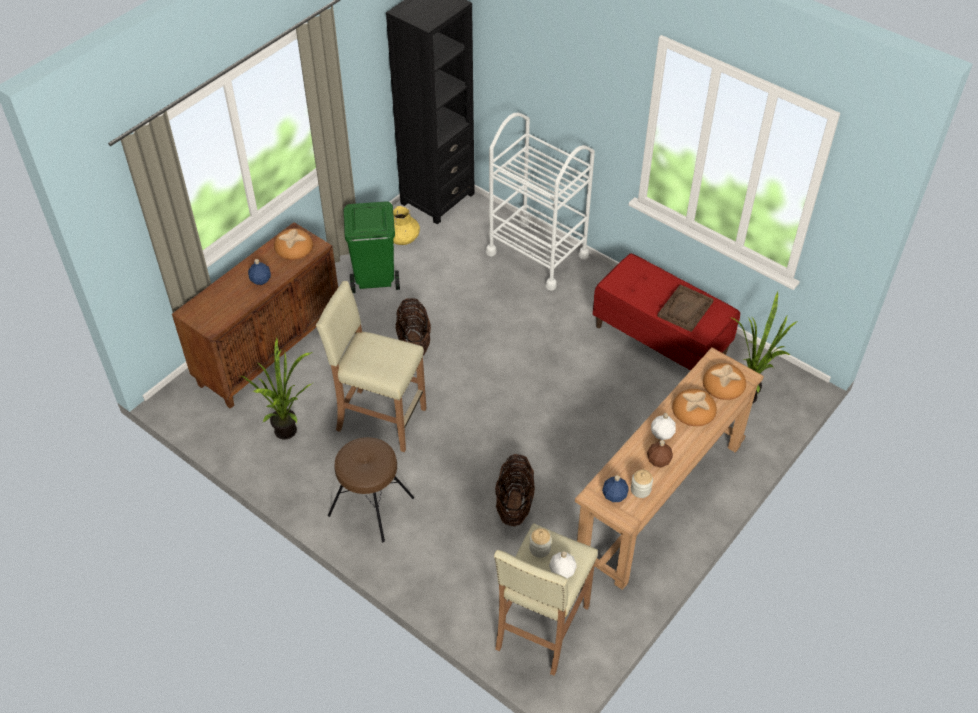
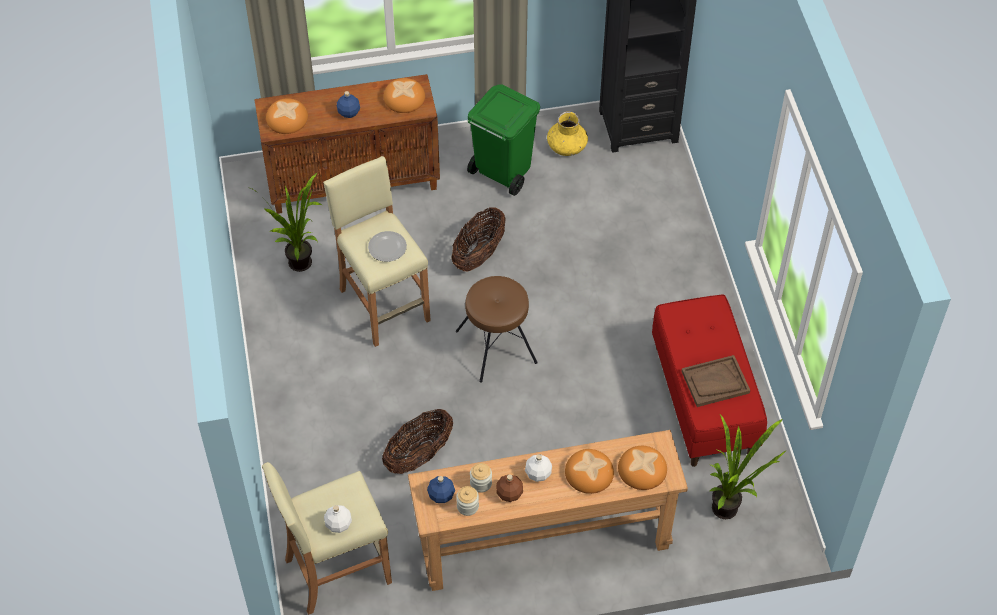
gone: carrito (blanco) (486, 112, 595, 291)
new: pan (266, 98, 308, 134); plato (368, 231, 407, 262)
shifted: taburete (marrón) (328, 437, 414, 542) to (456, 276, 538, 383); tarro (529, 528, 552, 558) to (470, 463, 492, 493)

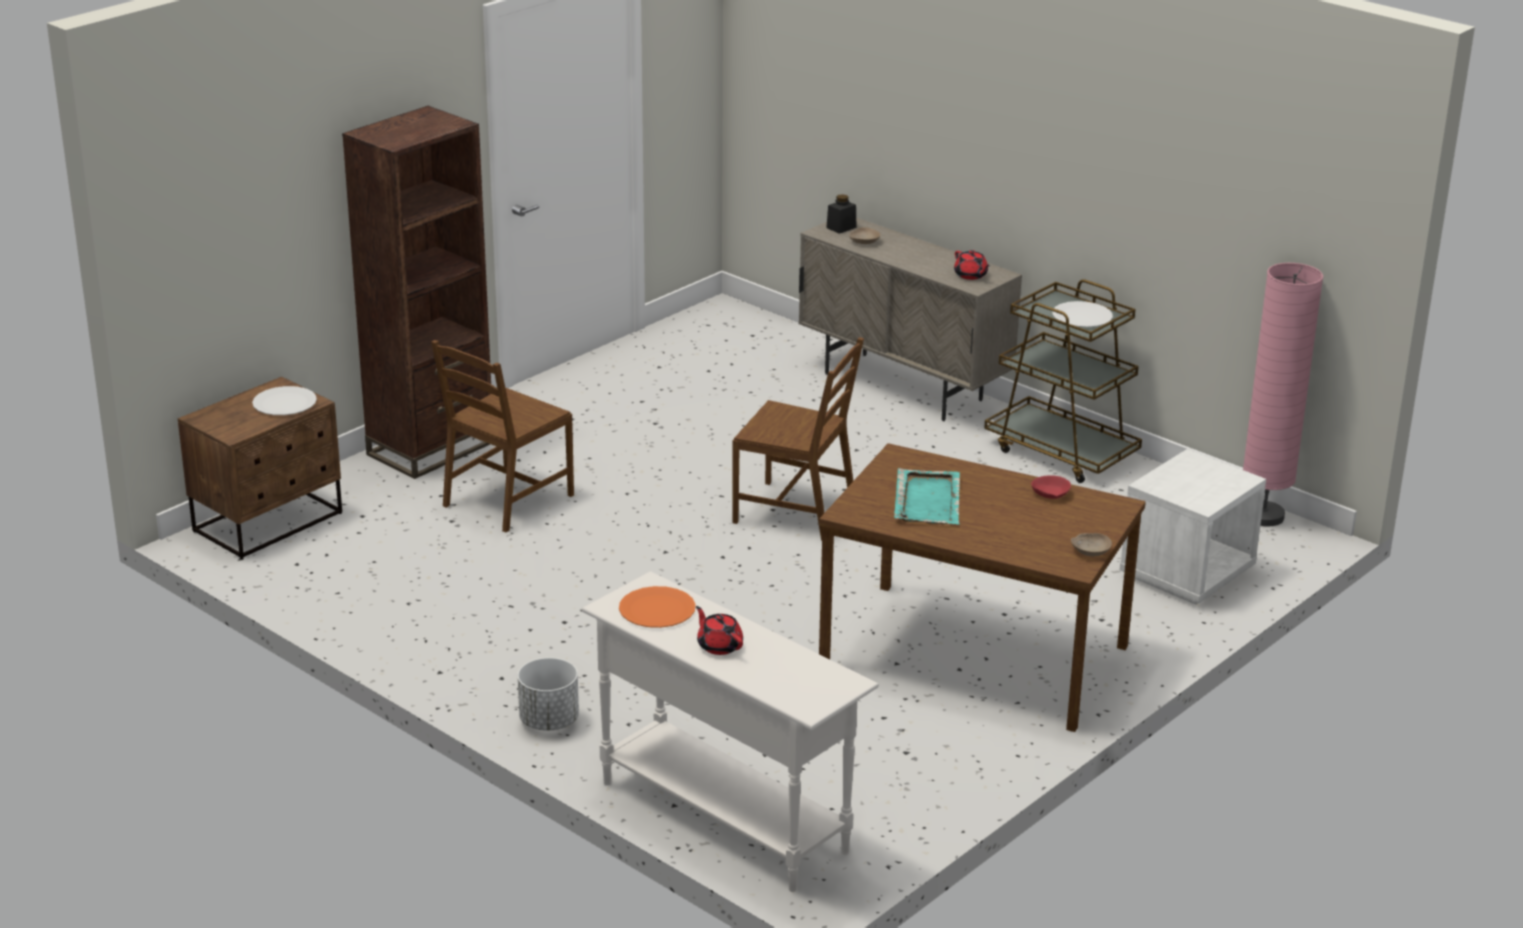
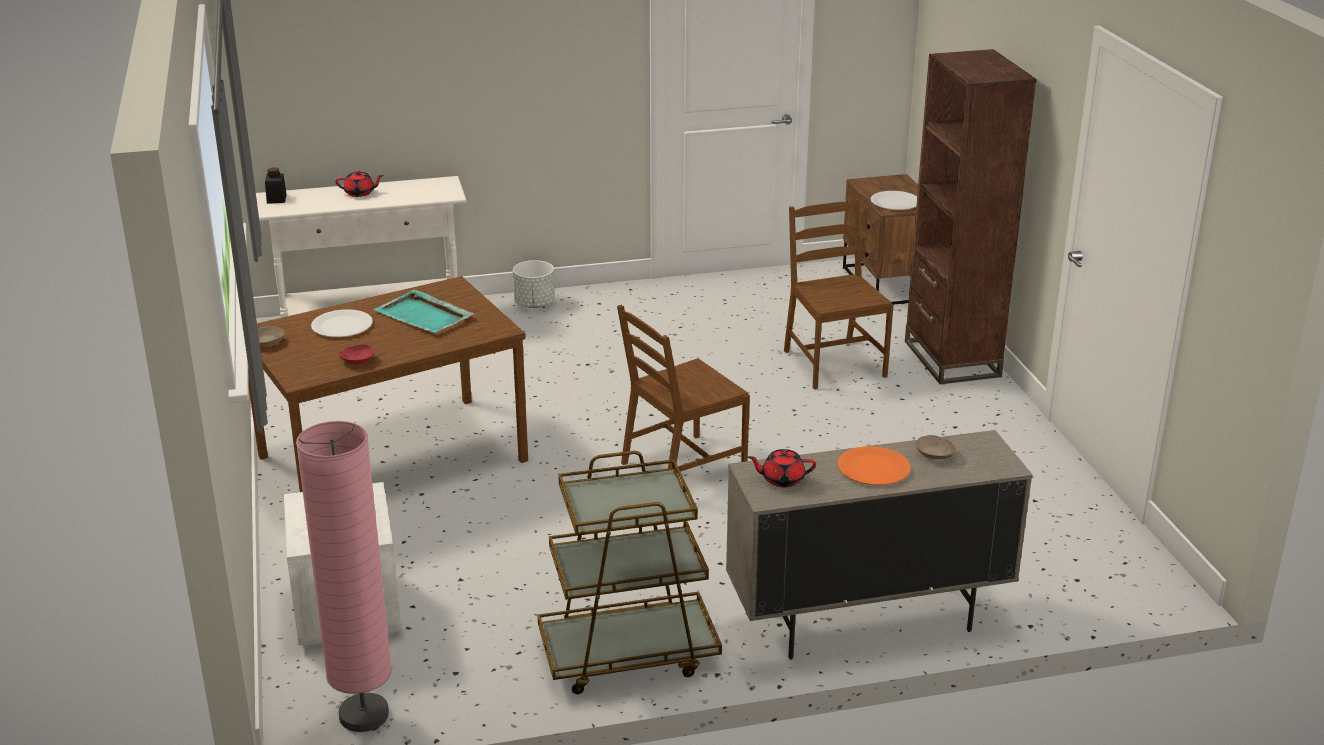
shifted: plato (naranja) (619, 586, 696, 628) to (837, 446, 911, 485); tarro (negro) (826, 194, 857, 234) to (265, 167, 287, 204); plato (blanco) (1052, 301, 1113, 327) to (311, 309, 373, 337)

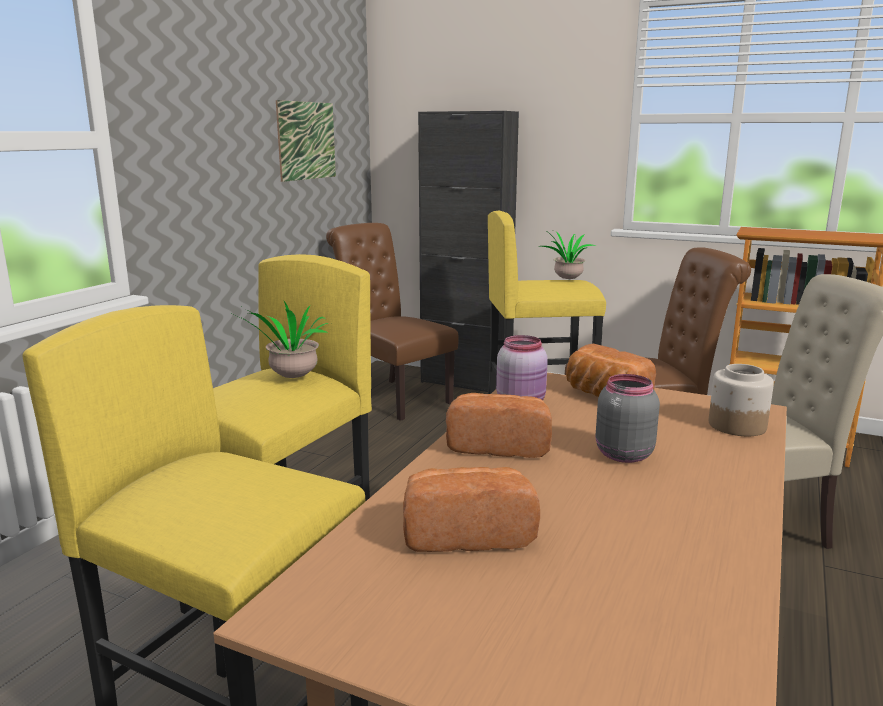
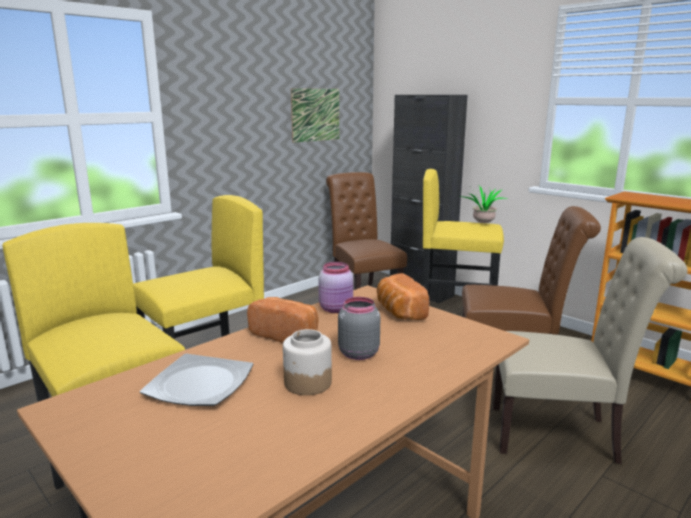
gone: planta en maceta (236, 301, 329, 378)
shifted: tarro (709, 364, 774, 436) to (283, 329, 332, 395)
swapped: pan (403, 467, 540, 552) to plato (140, 353, 253, 406)

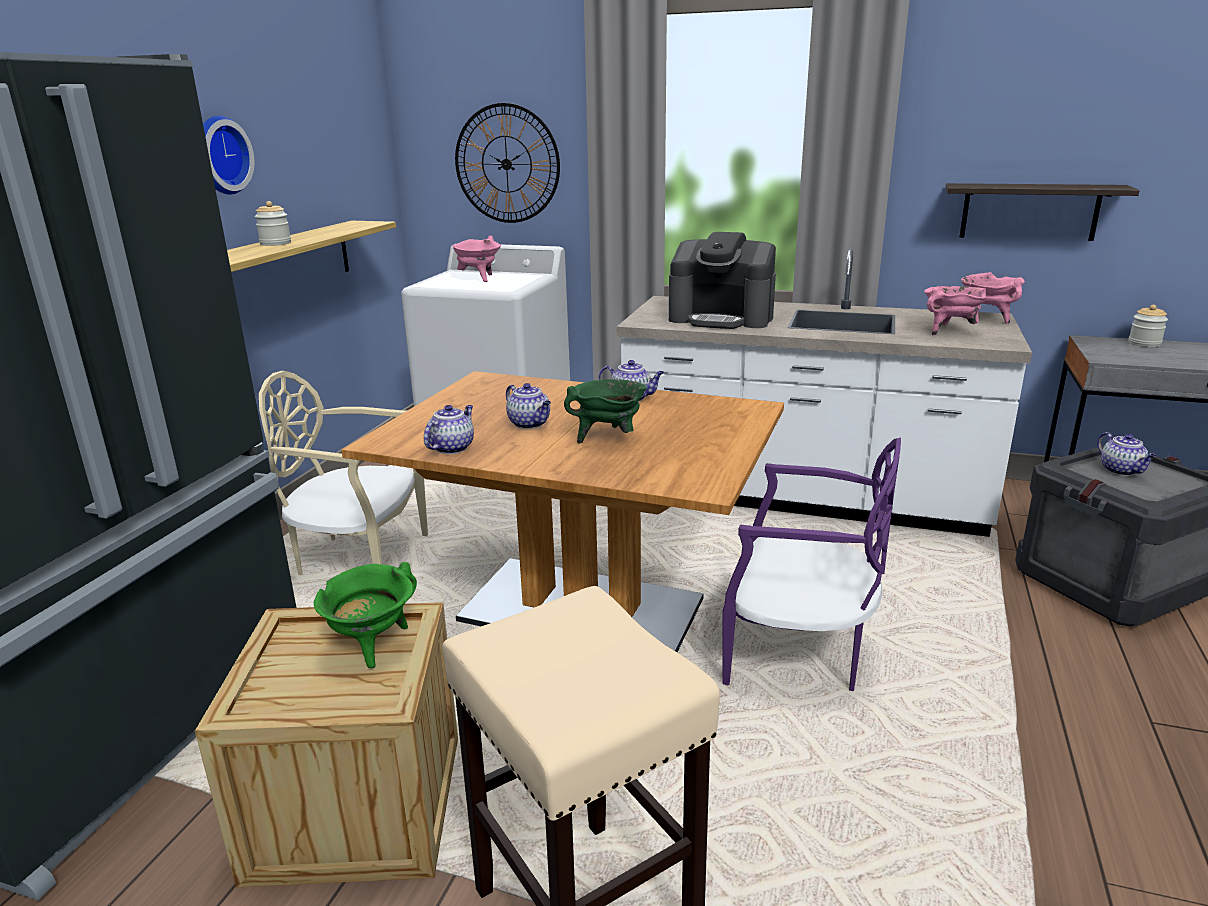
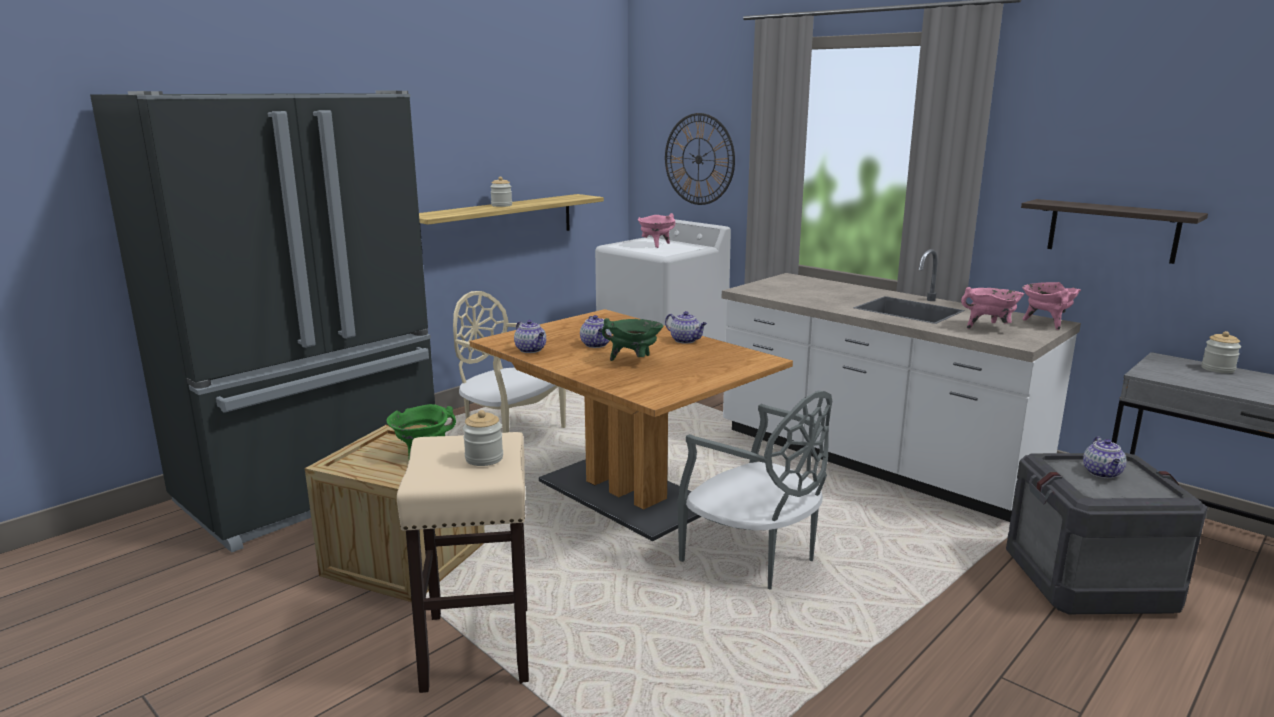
gone: reloj de pared (203, 116, 254, 195); cafetera (669, 232, 776, 329)
new: tarro (463, 410, 503, 466)
repainted: silla (morado) (722, 438, 901, 691) to silla (gris) (678, 391, 832, 590)
rotated: tetera (424, 405, 474, 454) = (514, 320, 546, 353) 90 degrees clockwise

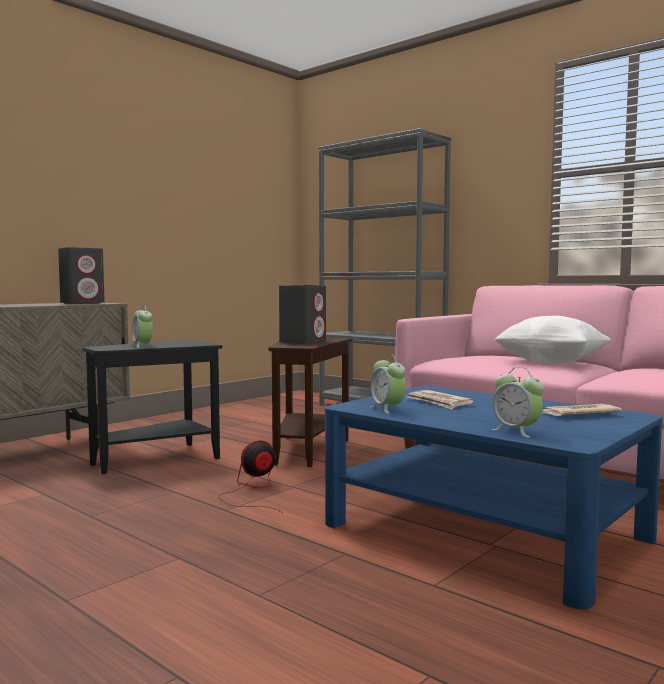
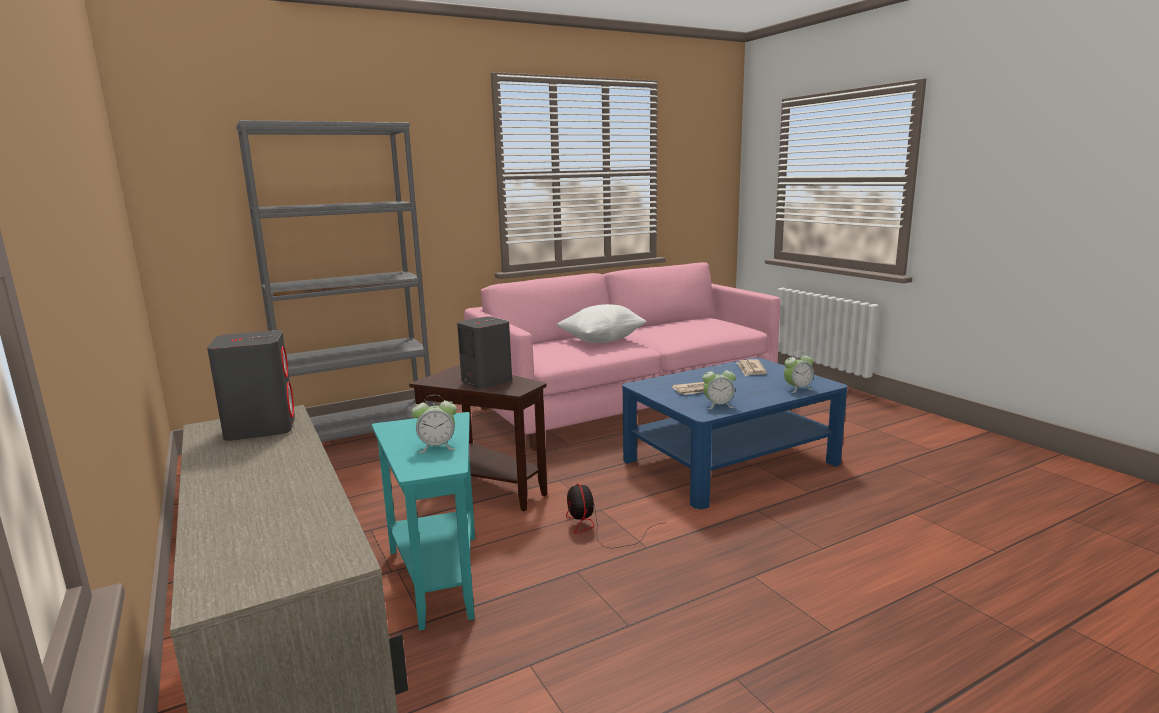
repainted: mesa auxiliar (negro) (82, 339, 222, 474) to mesa auxiliar (turquesa) (372, 412, 475, 631)

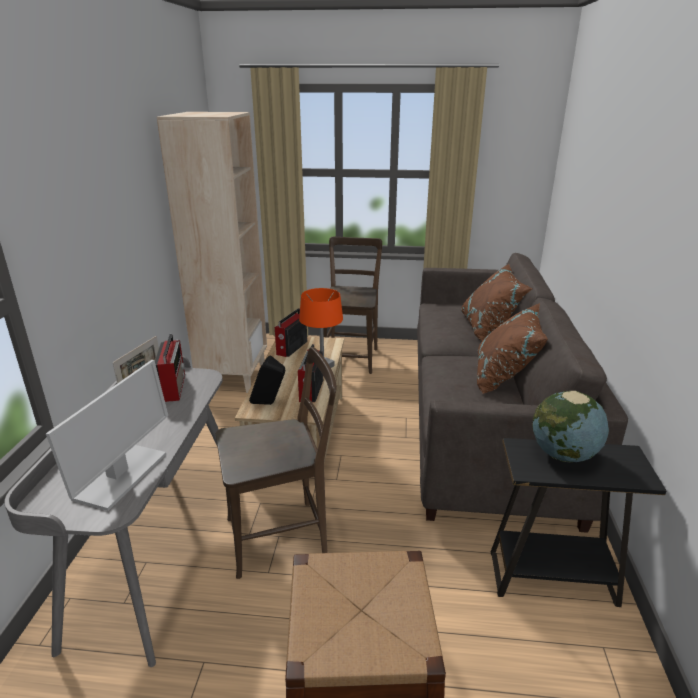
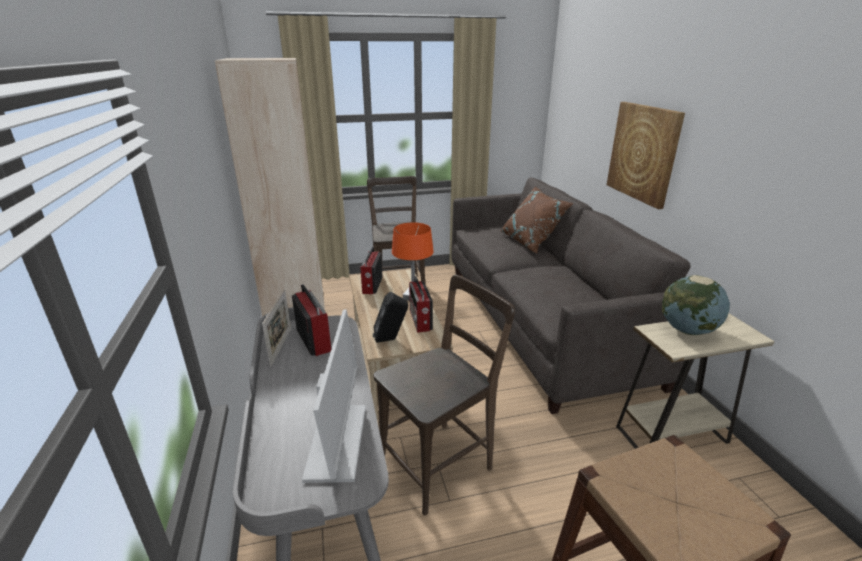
gone: cojín (marrón) (477, 303, 548, 394)
new: cuadro (607, 102, 685, 209)
repainted: mesa auxiliar (negro) (491, 438, 667, 607) to mesa auxiliar (beis) (616, 313, 775, 449)

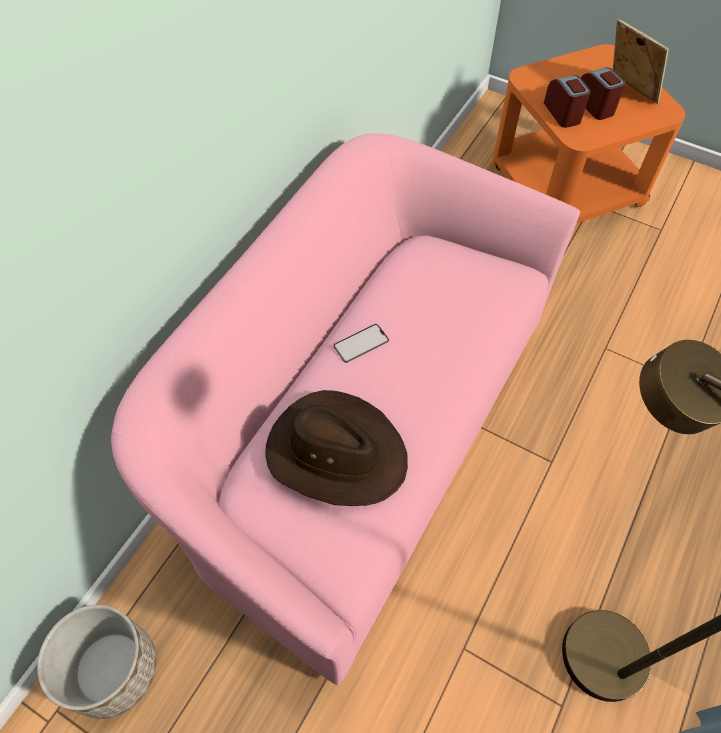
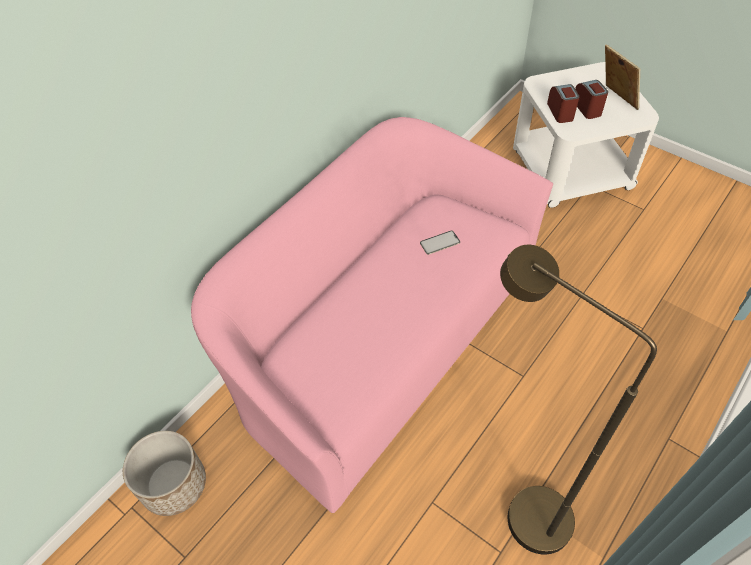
gone: sombrero (marrón) (266, 390, 408, 506)
shifted: móvil (333, 324, 389, 363) to (420, 230, 460, 255)
repainted: mesa auxiliar (naranja) (492, 44, 685, 223) to mesa auxiliar (blanco) (513, 62, 659, 208)

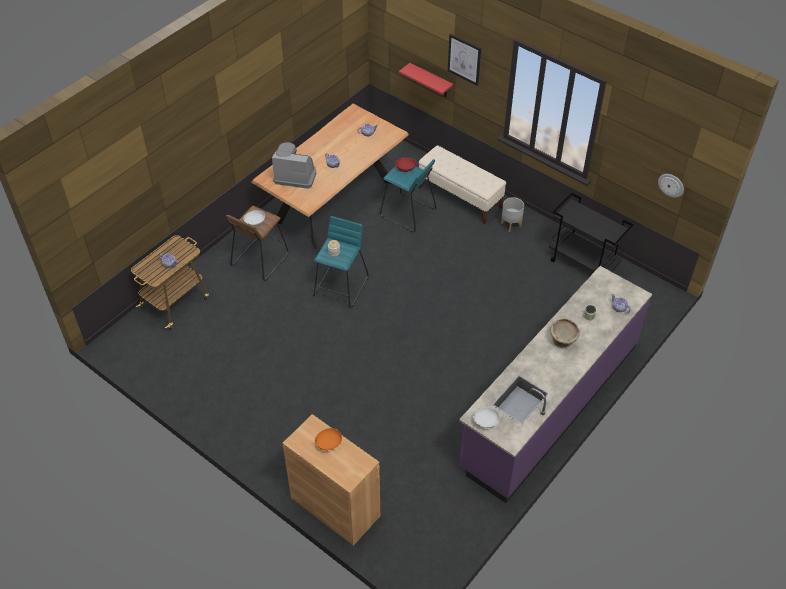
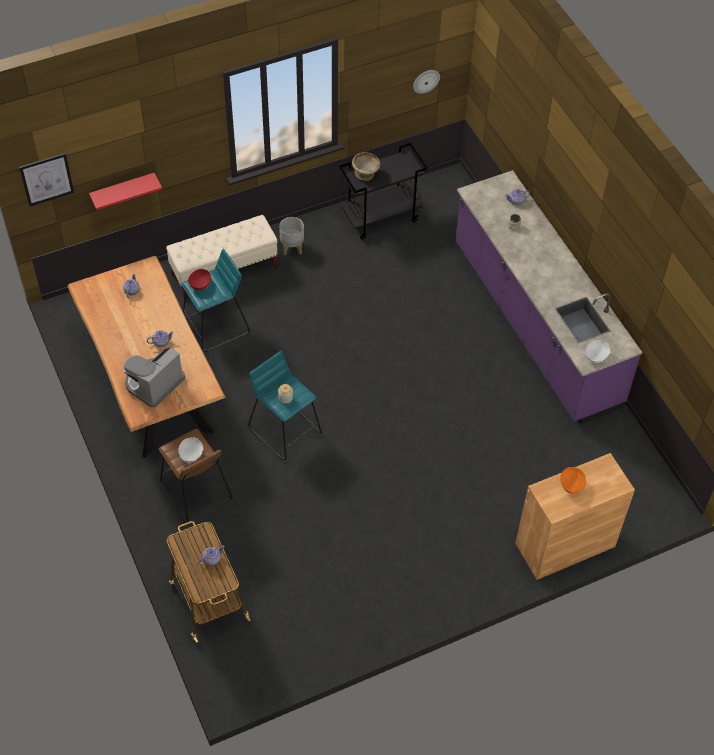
shifted: cuadro (448, 34, 481, 86) to (19, 153, 74, 206); cuenco (beis) (551, 319, 580, 348) to (352, 152, 380, 181)

